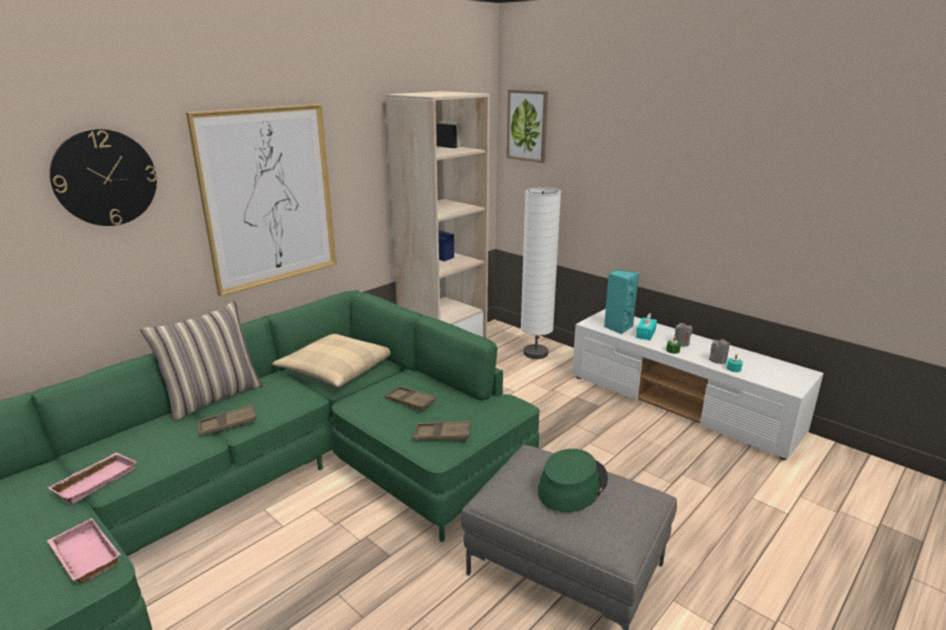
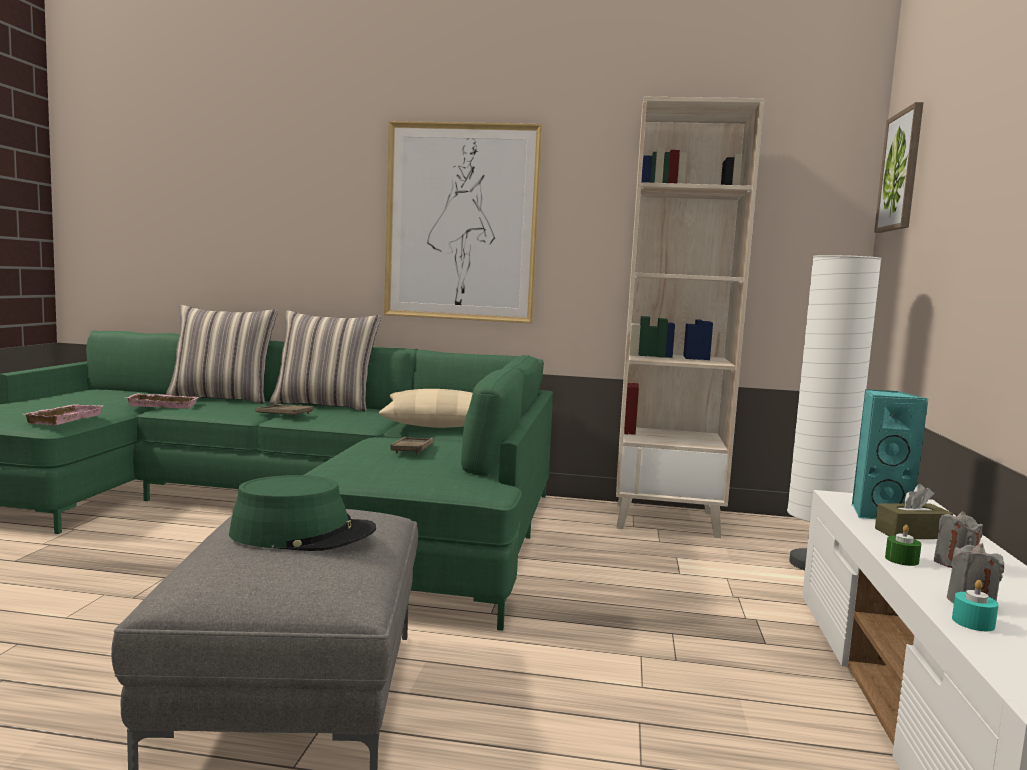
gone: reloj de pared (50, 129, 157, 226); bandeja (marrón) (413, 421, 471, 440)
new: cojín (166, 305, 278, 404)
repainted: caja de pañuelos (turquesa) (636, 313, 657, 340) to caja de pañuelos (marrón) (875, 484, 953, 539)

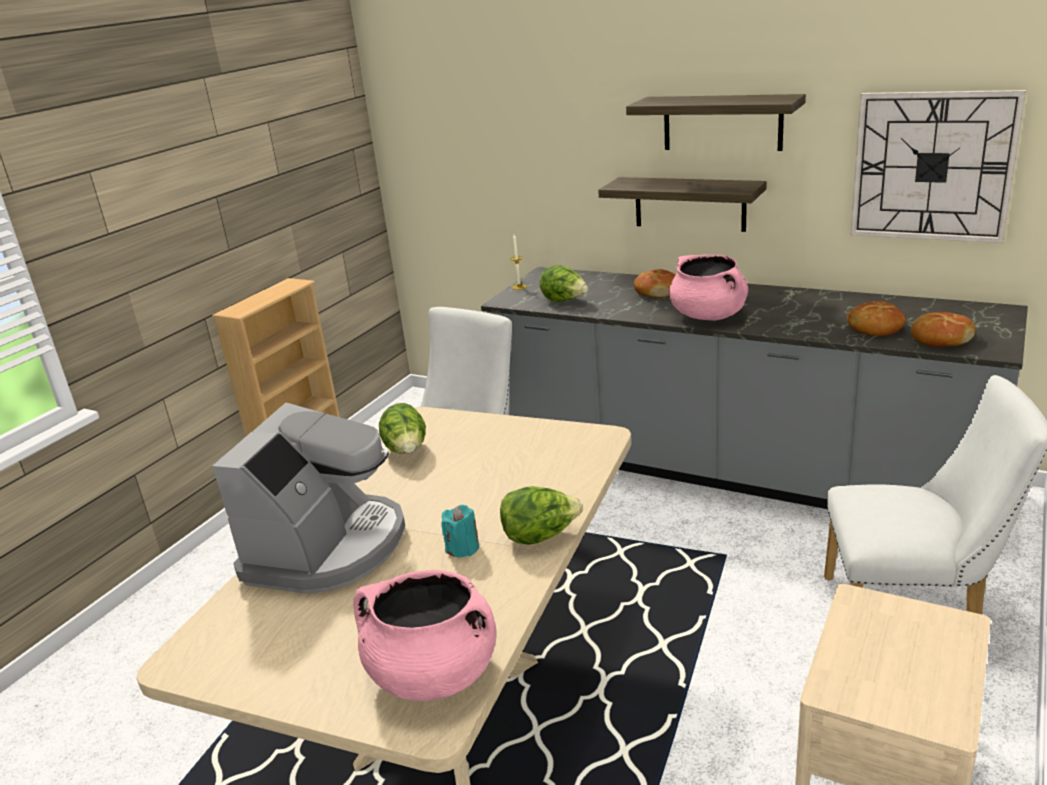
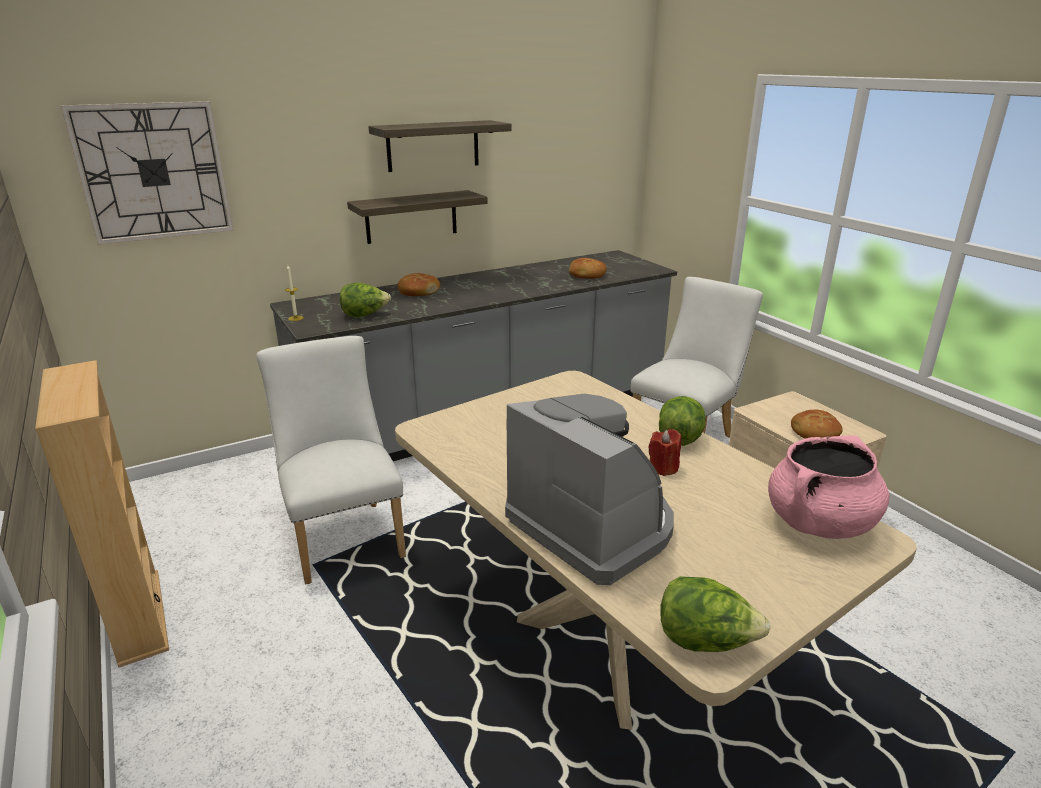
gone: olla (rosa) (669, 255, 748, 321)
shifted: lechuga (379, 403, 426, 454) to (660, 576, 770, 652); reloj de pared (850, 90, 1026, 243) to (61, 101, 234, 245); pan (911, 312, 976, 347) to (791, 410, 843, 438)
repainted: vela (turquesa) (441, 505, 479, 557) to vela (rojo) (648, 429, 681, 476)

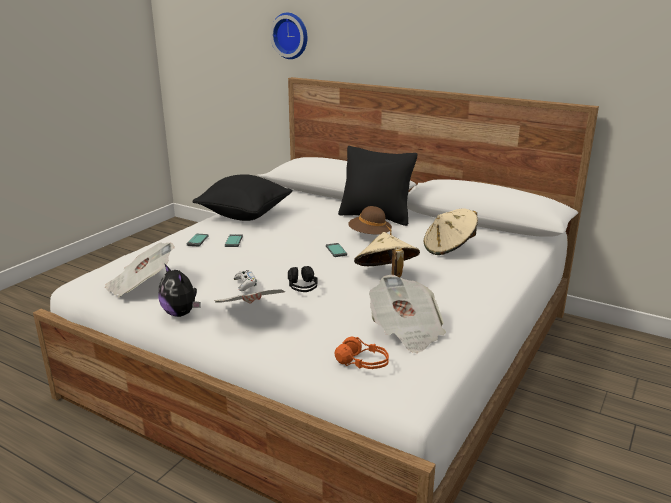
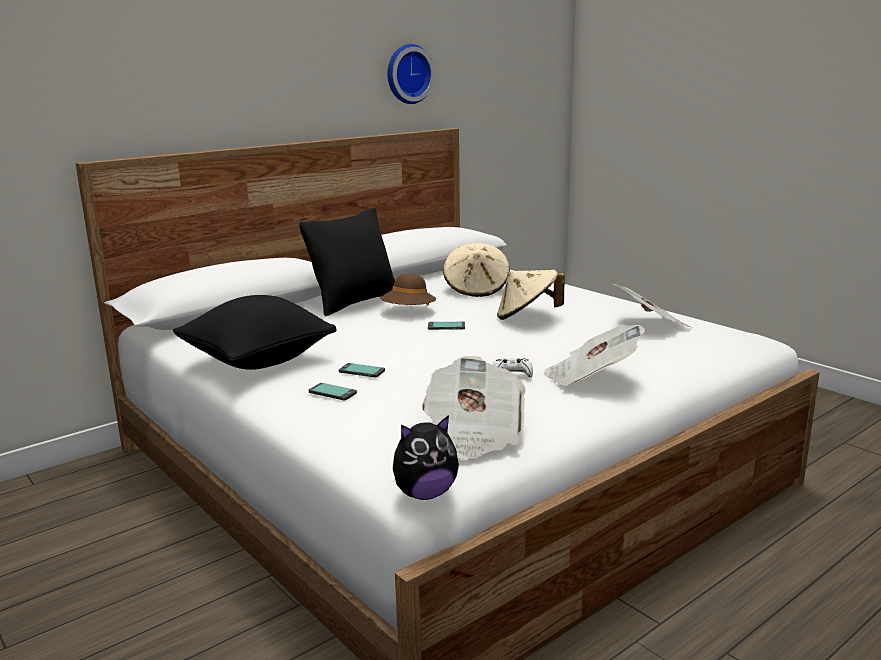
gone: auriculares (negro) (288, 266, 318, 292); auriculares (naranja) (334, 336, 389, 369)
shifted: peluche (159, 263, 201, 317) to (393, 415, 459, 500); reloj de pared (270, 13, 307, 59) to (387, 44, 435, 104)

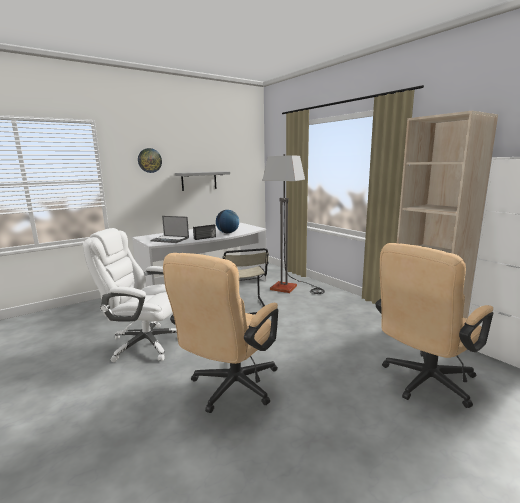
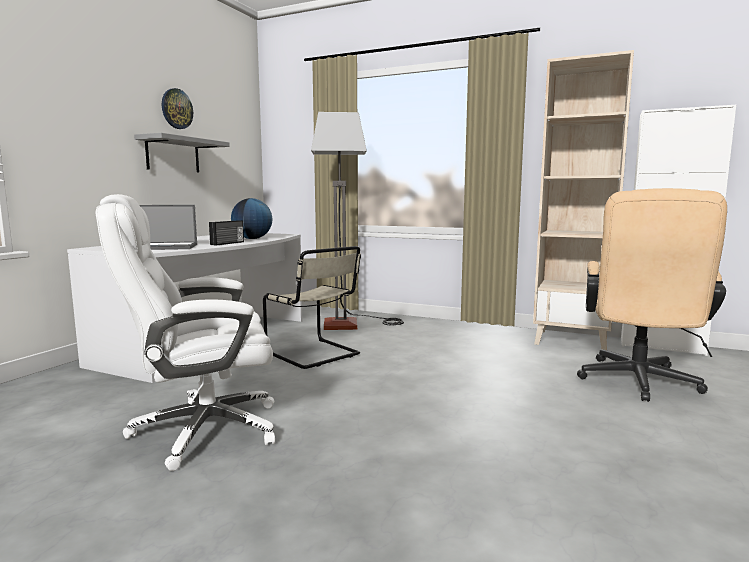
gone: silla de oficina (beis) (163, 253, 278, 413)
shifted: reloj de pared (138, 148, 162, 173) to (162, 88, 193, 129)

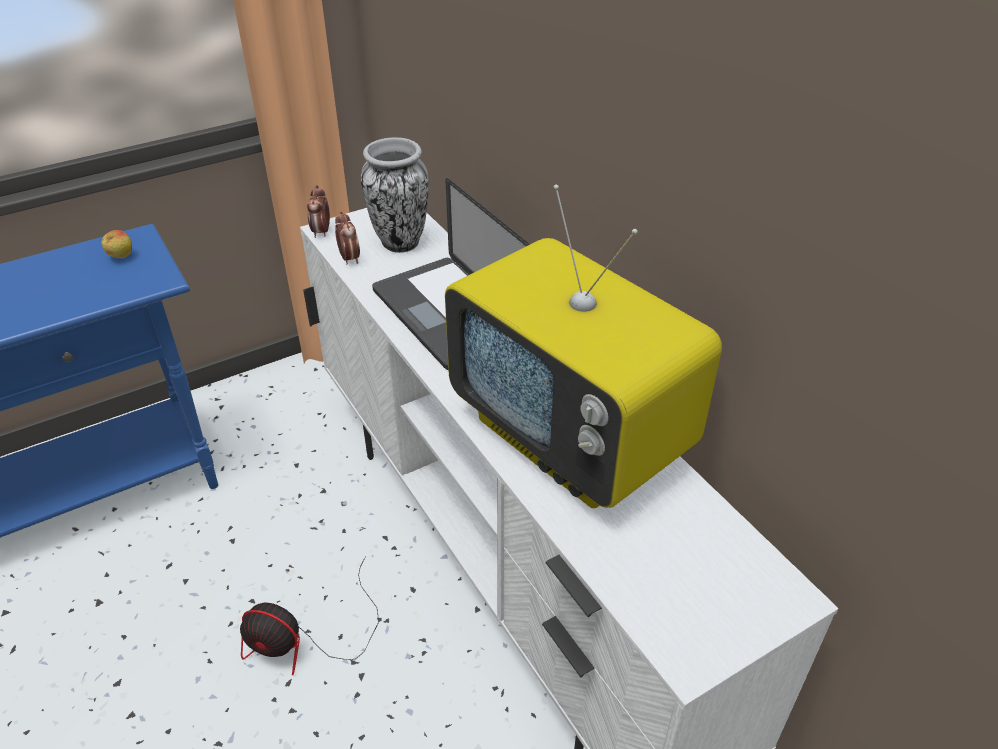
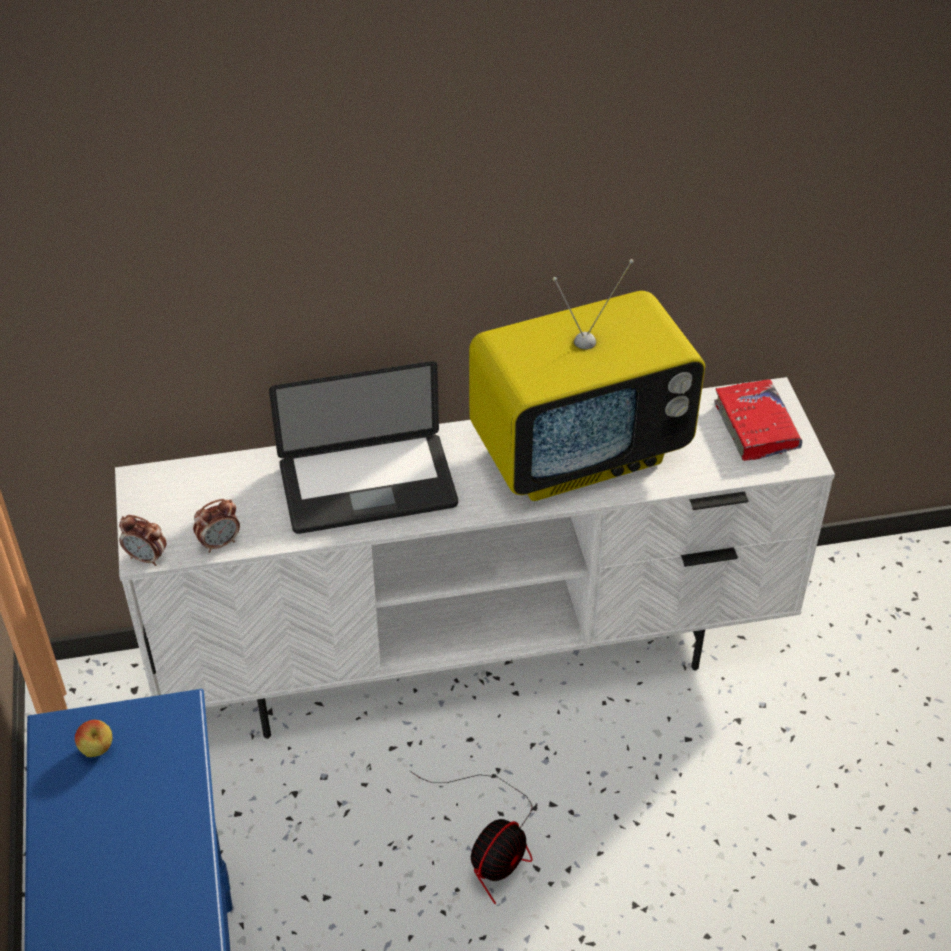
gone: florero (361, 137, 429, 253)
new: libro (rojo) (714, 379, 802, 461)
rotated: despertador (335, 211, 360, 264) = (193, 499, 240, 553) 150 degrees clockwise

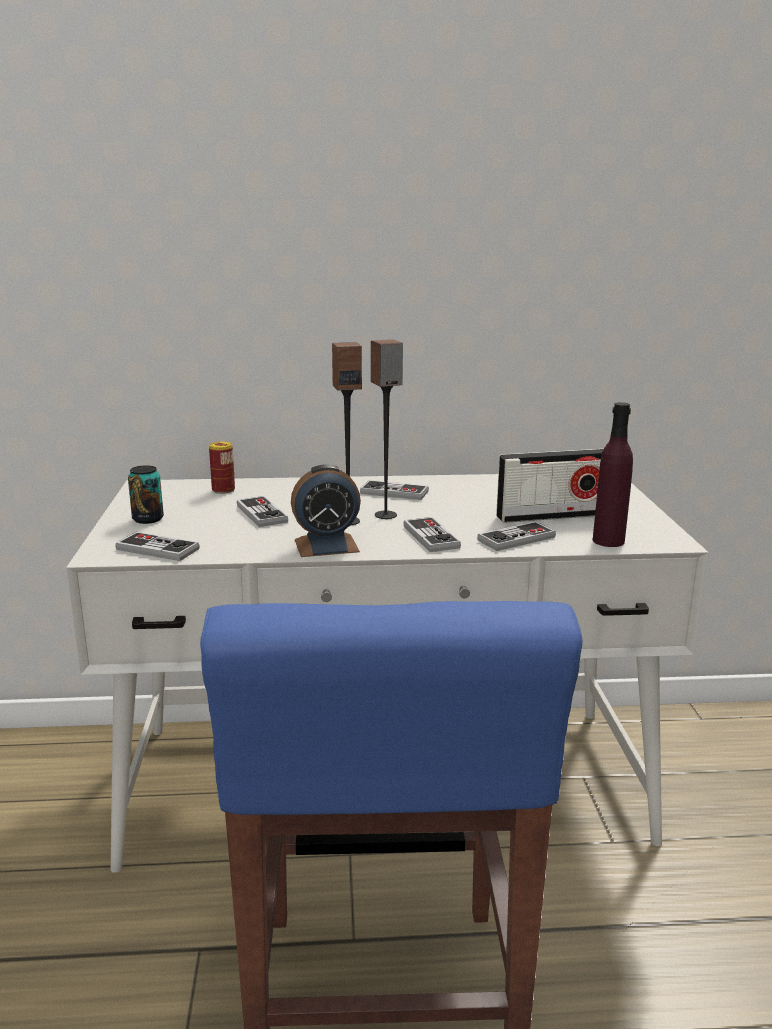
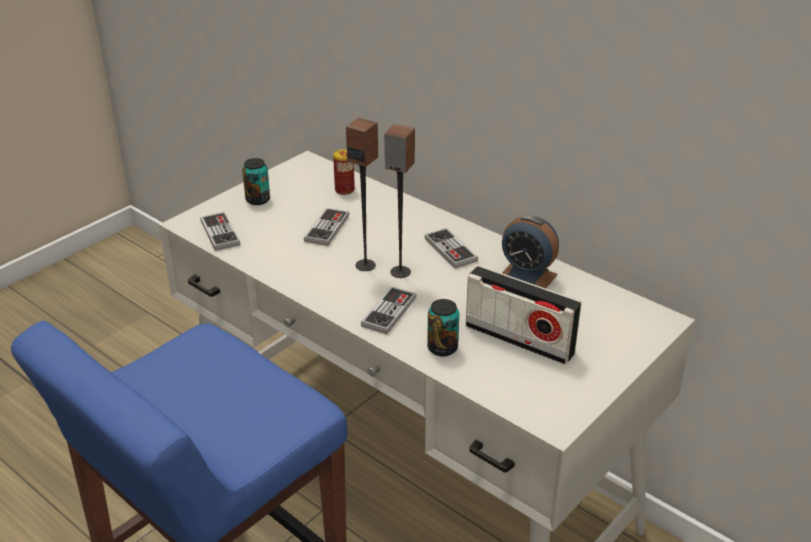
gone: botella (morado) (593, 402, 633, 547)
shifted: despertador (291, 464, 361, 557) to (502, 214, 559, 289)
swapped: mando de consola (477, 521, 556, 551) to lata (427, 299, 459, 357)

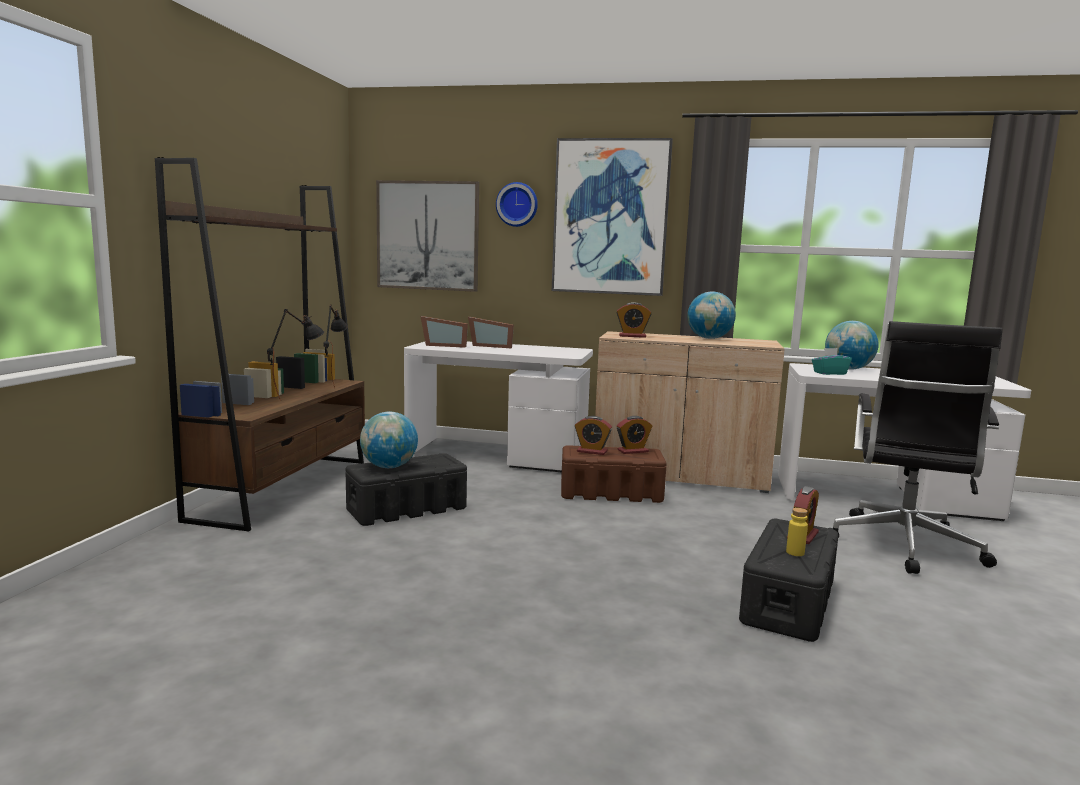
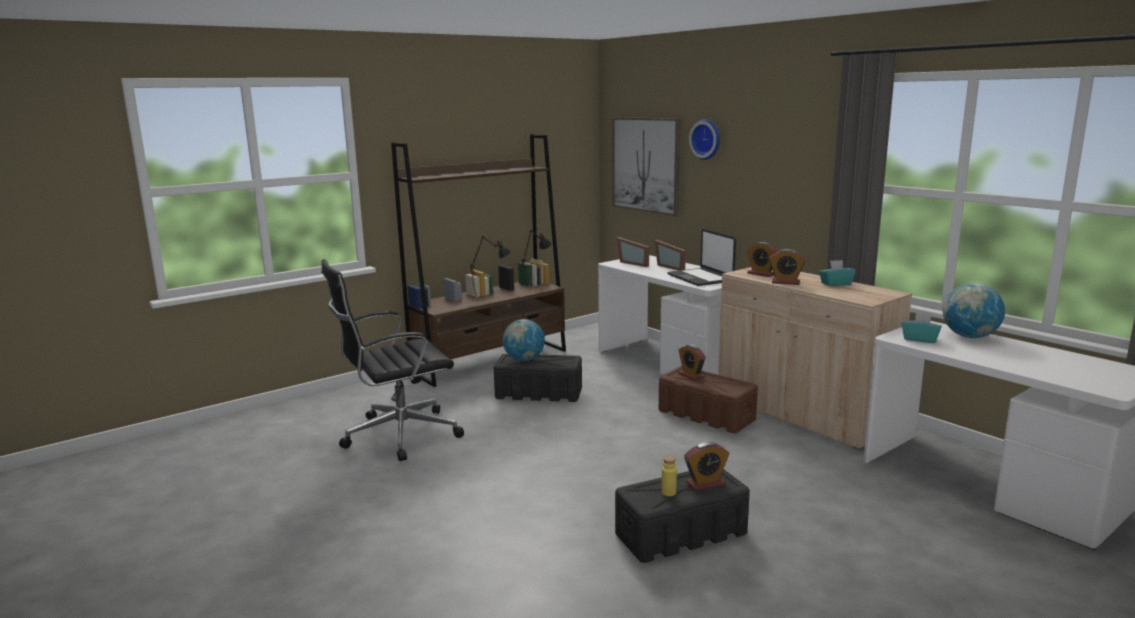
gone: cuadro (552, 138, 673, 296)
new: portátil (667, 229, 736, 286)
shifted: despertador (617, 416, 652, 454) to (769, 249, 806, 285); silla de oficina (negro) (829, 321, 1002, 574) to (322, 259, 464, 461)
swapped: globo terráqueo (687, 292, 736, 339) to caja de pañuelos (turquesa) (819, 260, 856, 286)

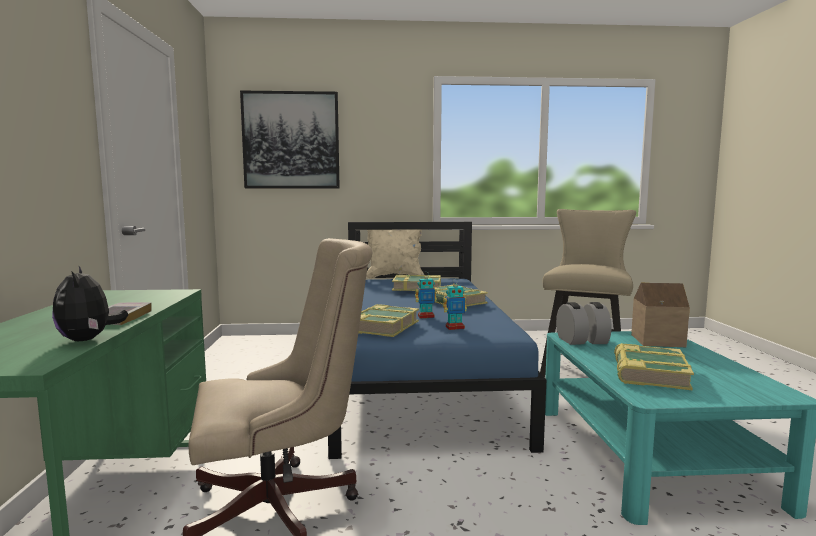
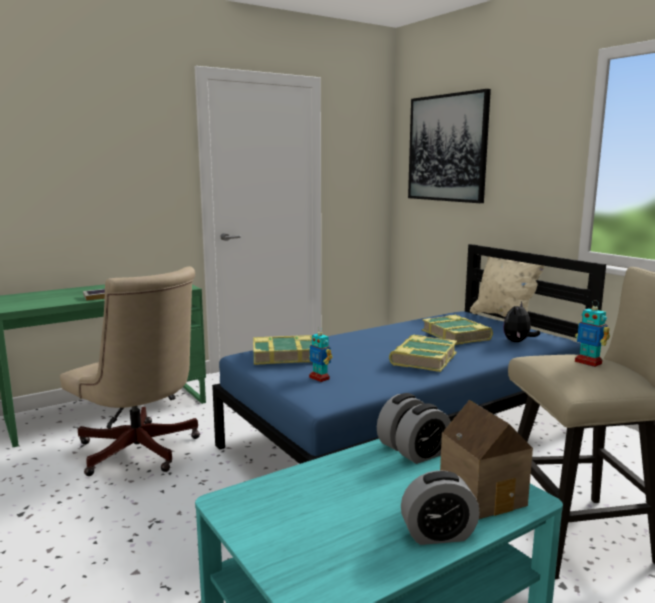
gone: libro (614, 343, 694, 390)
new: despertador (401, 470, 480, 545)
shifted: peluche (52, 266, 128, 341) to (503, 301, 540, 342); robot de juguete (415, 272, 437, 318) to (575, 300, 610, 367)

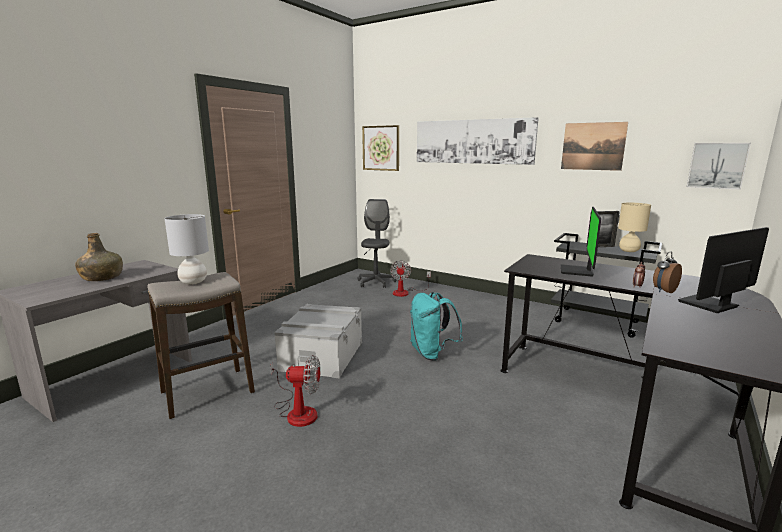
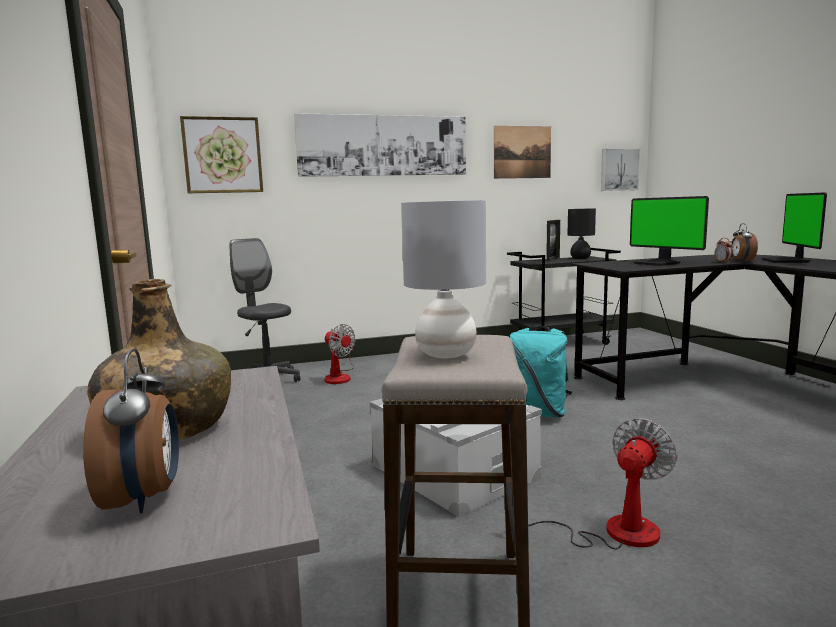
new: despertador (83, 348, 179, 513)
repainted: lámpara de mesa (beis) (618, 203, 651, 252) to lámpara de mesa (negro) (568, 208, 596, 259)

